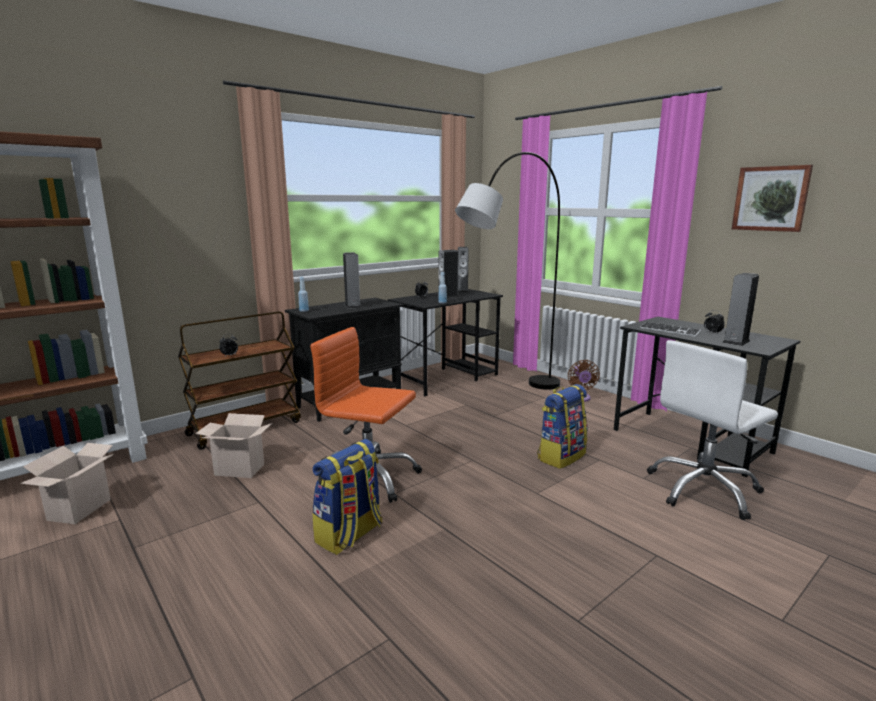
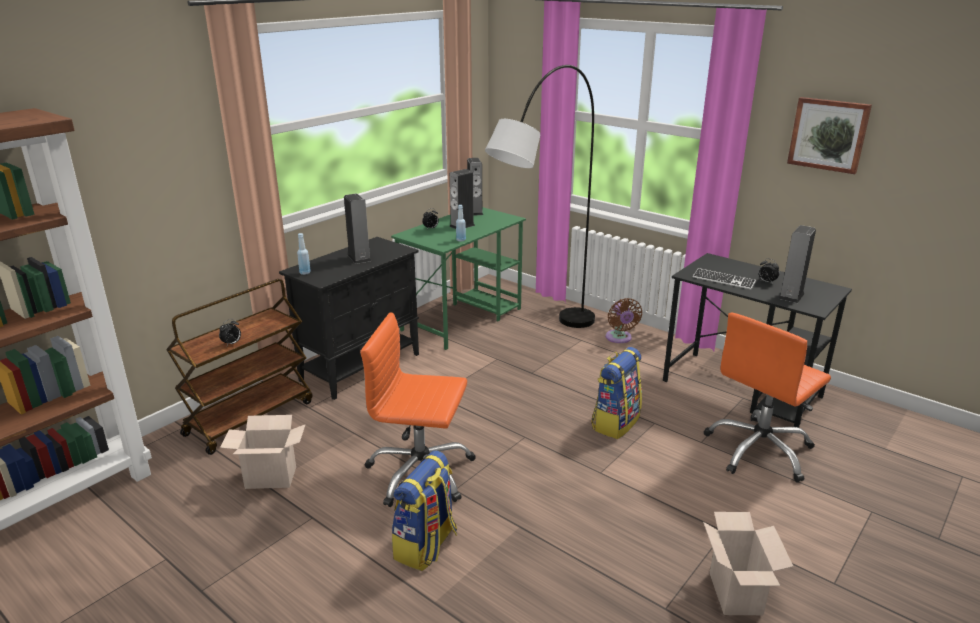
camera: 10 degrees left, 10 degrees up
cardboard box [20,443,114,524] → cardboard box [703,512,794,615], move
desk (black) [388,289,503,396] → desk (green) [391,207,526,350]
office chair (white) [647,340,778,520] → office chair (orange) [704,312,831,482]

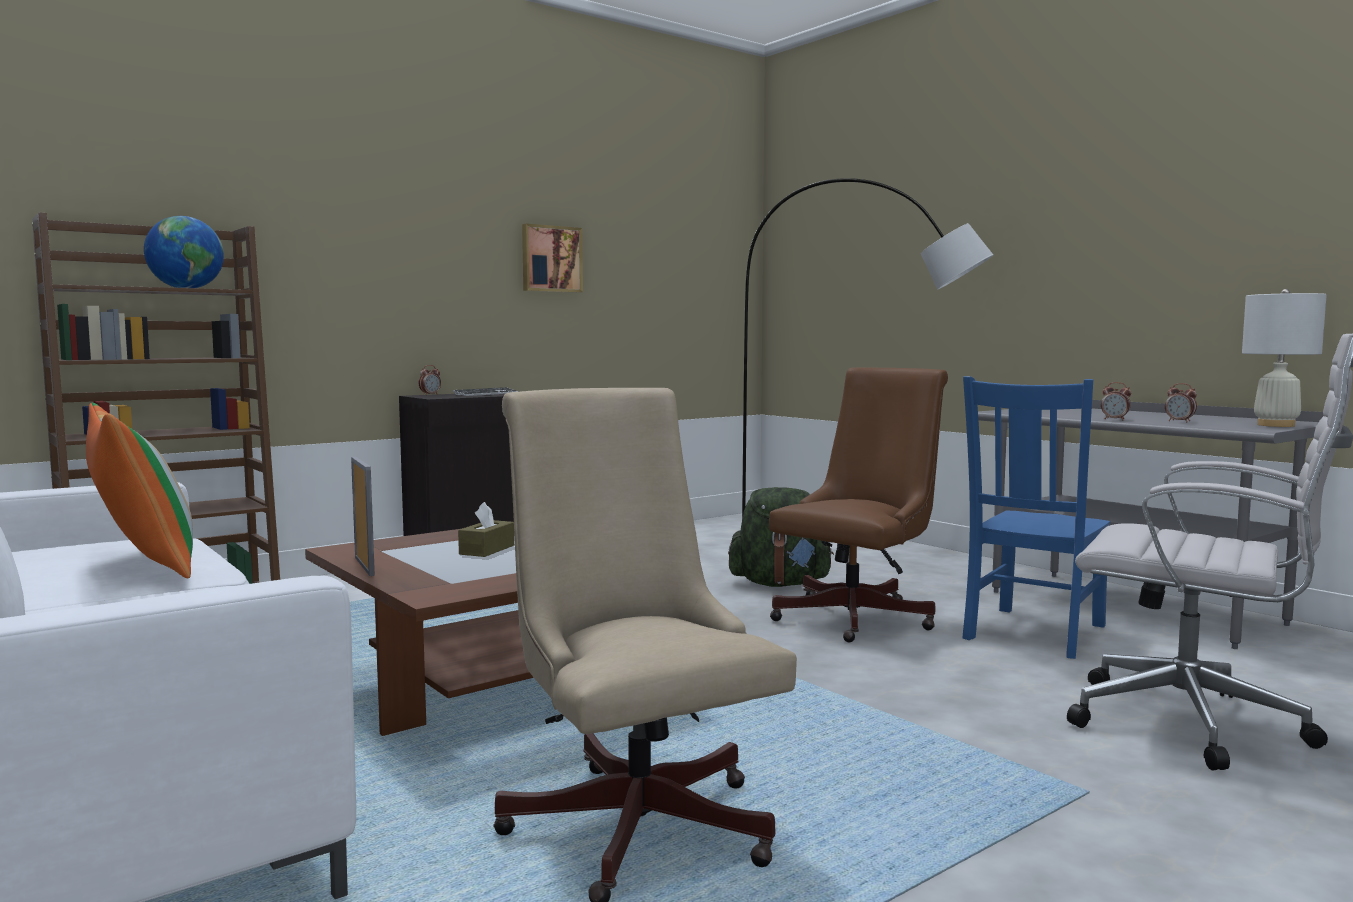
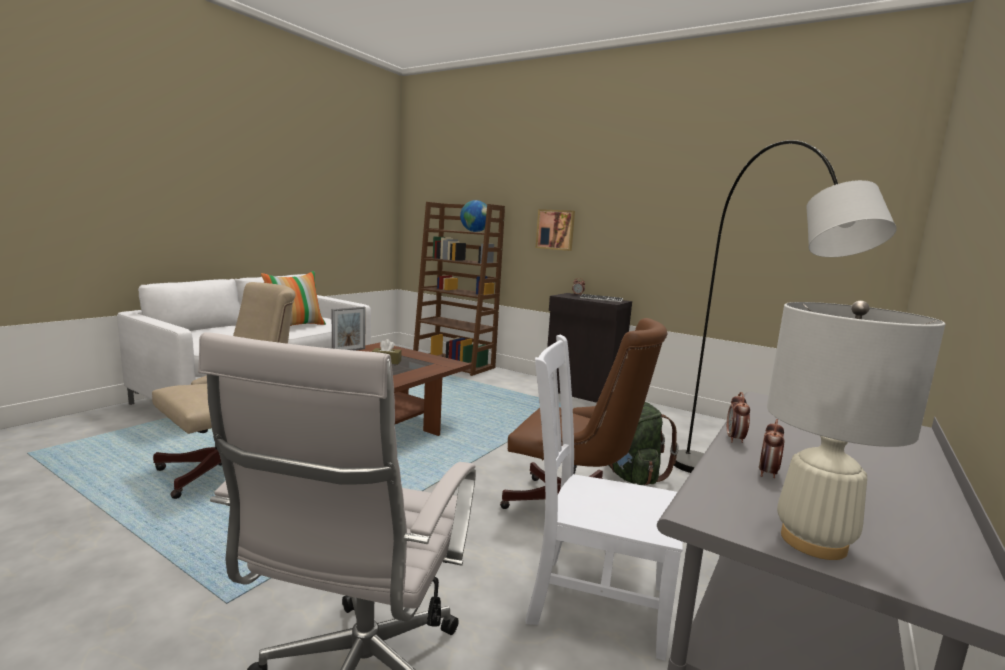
camera: 70 degrees right, 5 degrees up
picture [522,223,583,293] → picture [536,209,575,251], move
chair (blue) [962,376,1110,659] → chair (white) [526,335,683,661]

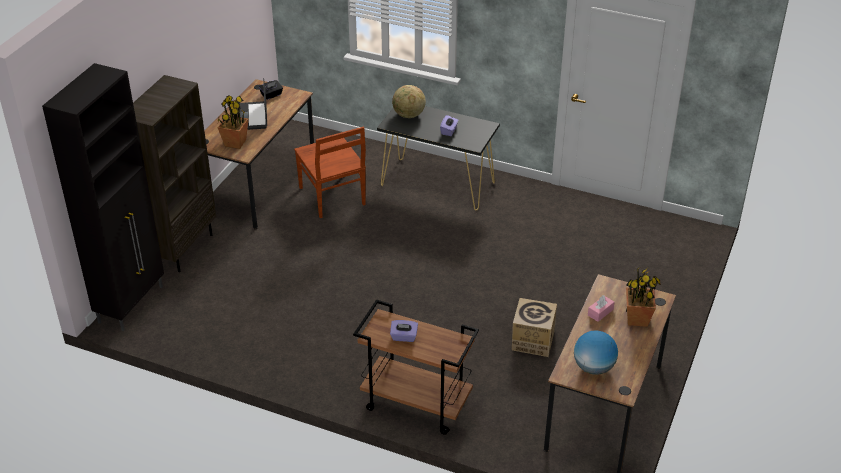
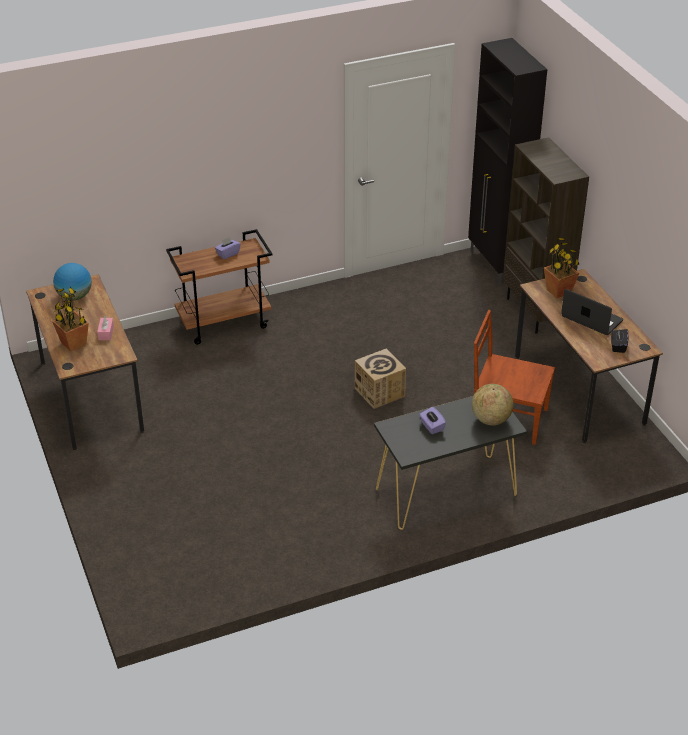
camera: 135 degrees right, 0 degrees up
cardboard box [512,298,557,357] → cardboard box [355,349,406,409], move

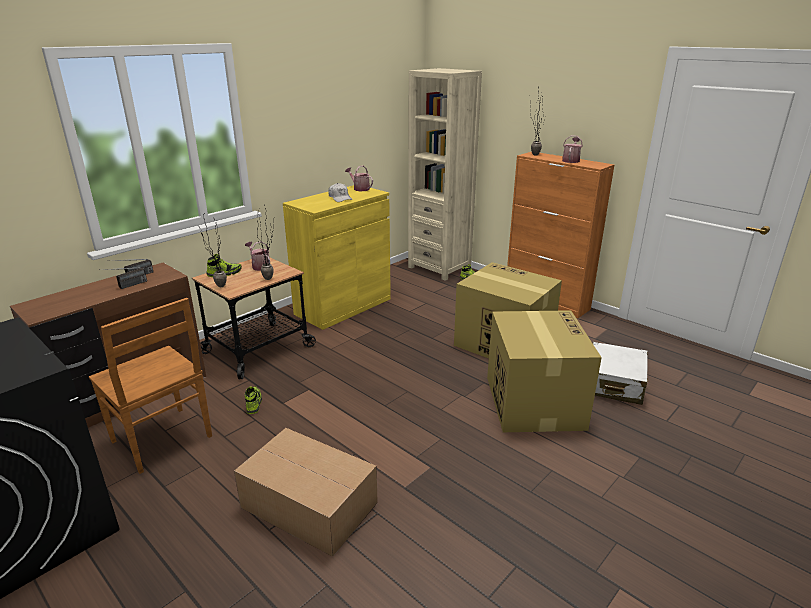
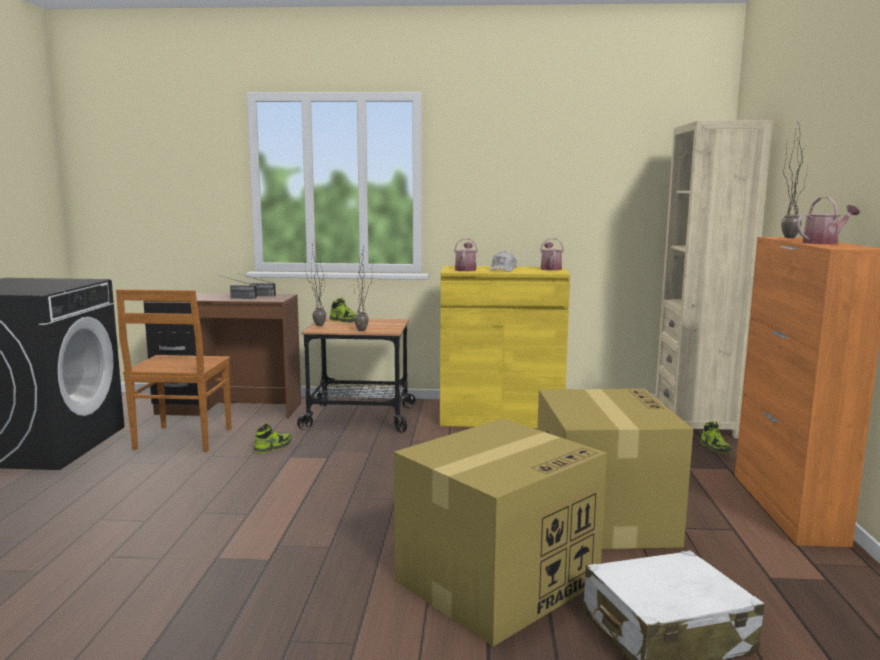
camera: 50 degrees right, 15 degrees down
cardboard box [234,428,378,557] → -
watering can [245,241,270,271] → watering can [454,239,478,271], move

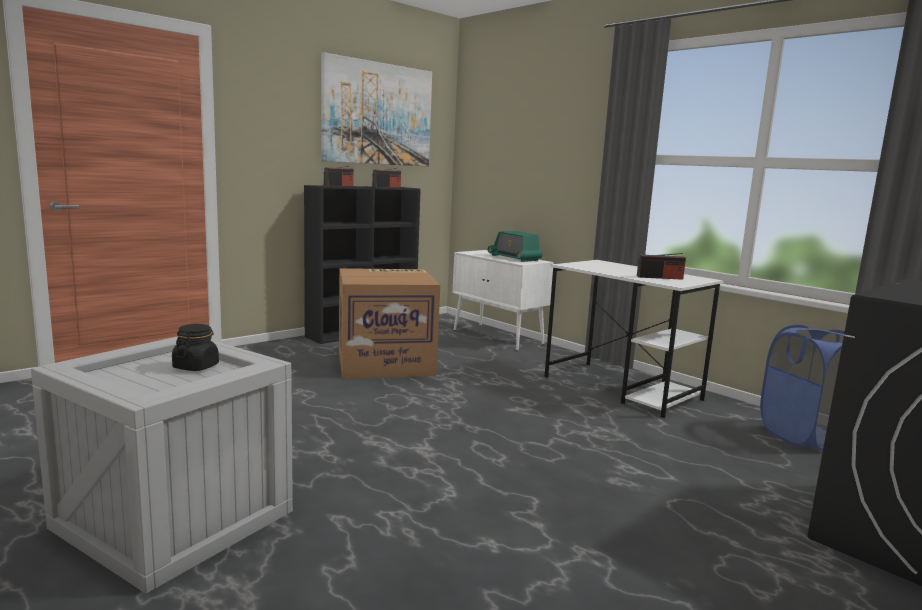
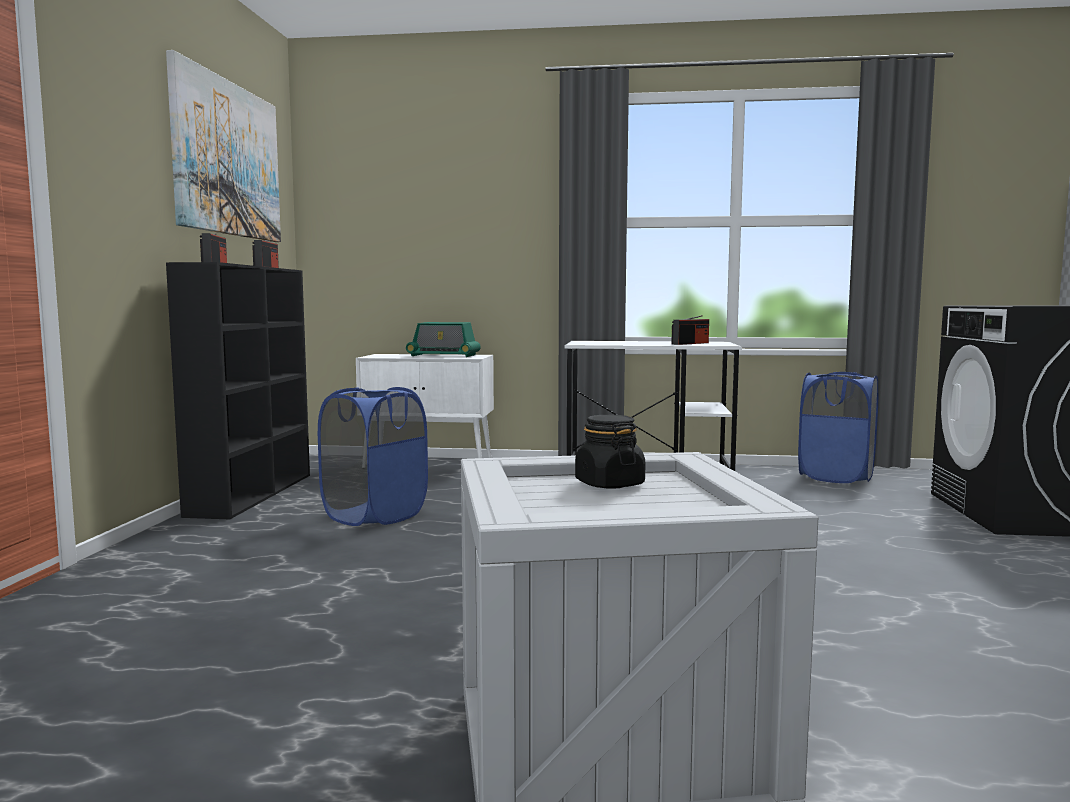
camera: 40 degrees left, 5 degrees down
cardboard box [339,268,440,379] → laundry basket (blue) [318,387,428,526]

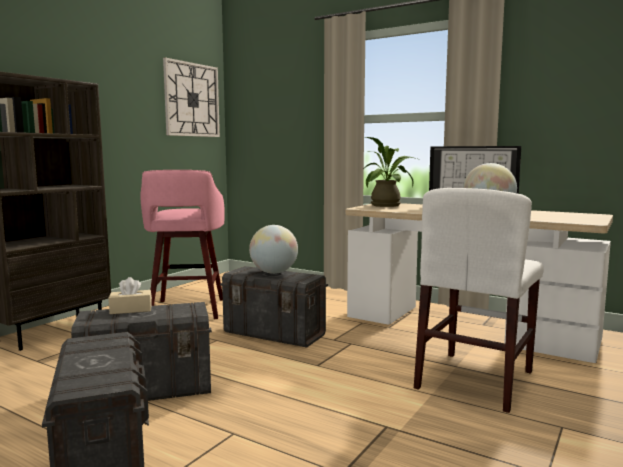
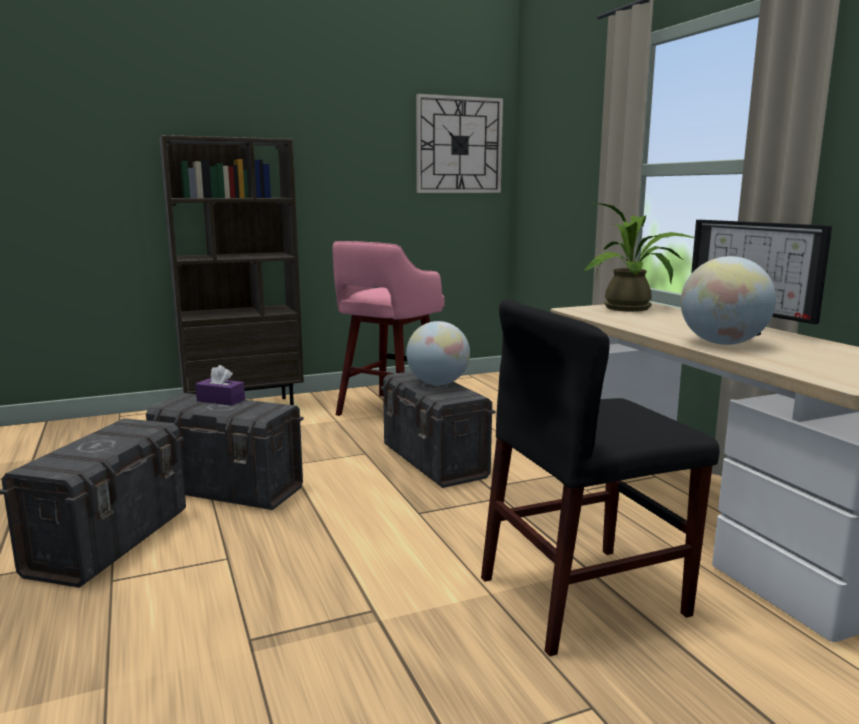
camera: 35 degrees right, 5 degrees up
tissue box (beige) [109,277,152,314] → tissue box (purple) [195,365,245,406]
chair (white) [414,188,544,413] → chair (black) [481,299,719,657]

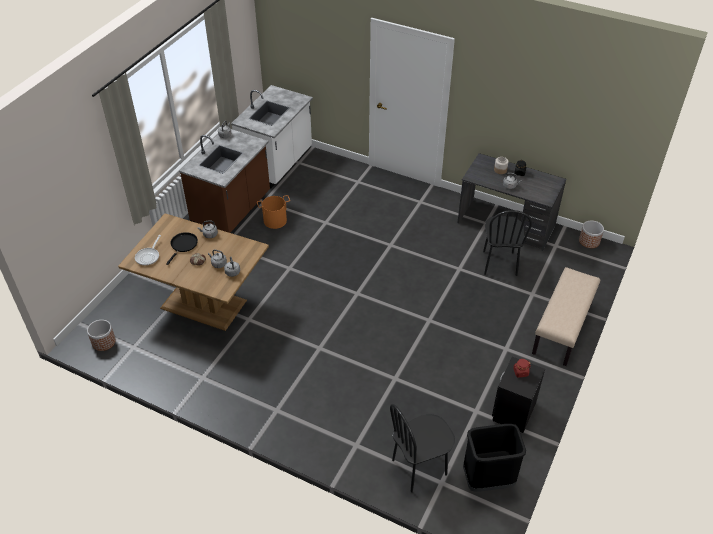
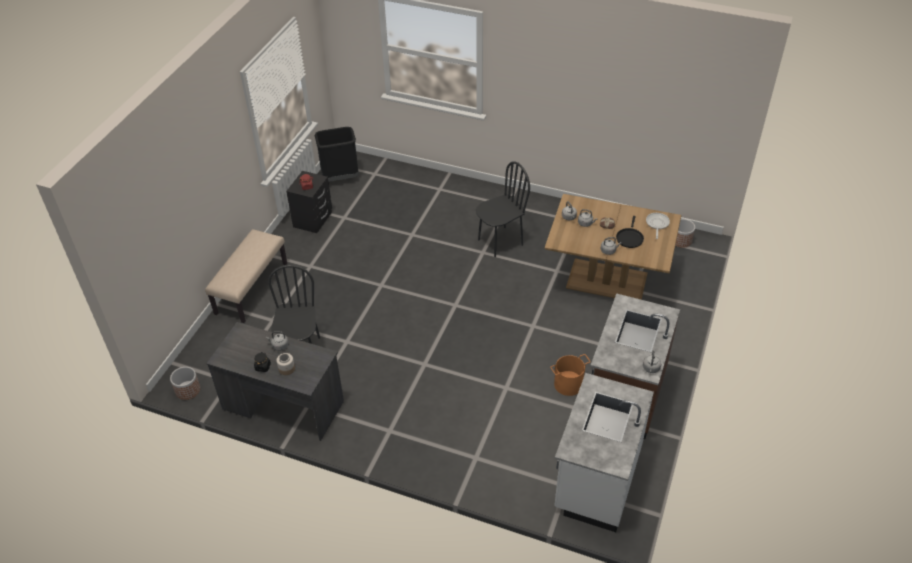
camera: 175 degrees right, 0 degrees up
chair (black) [390,404,455,493] → chair (black) [476,161,530,257], move

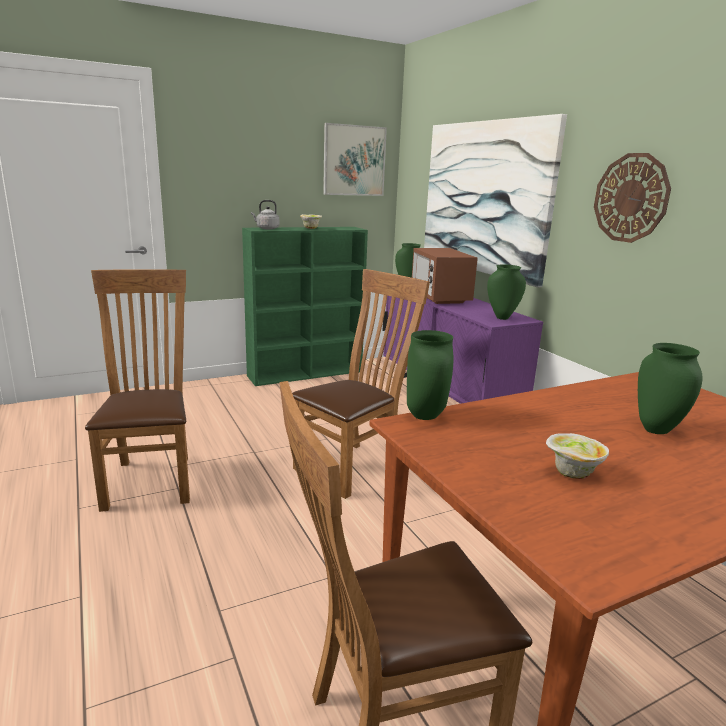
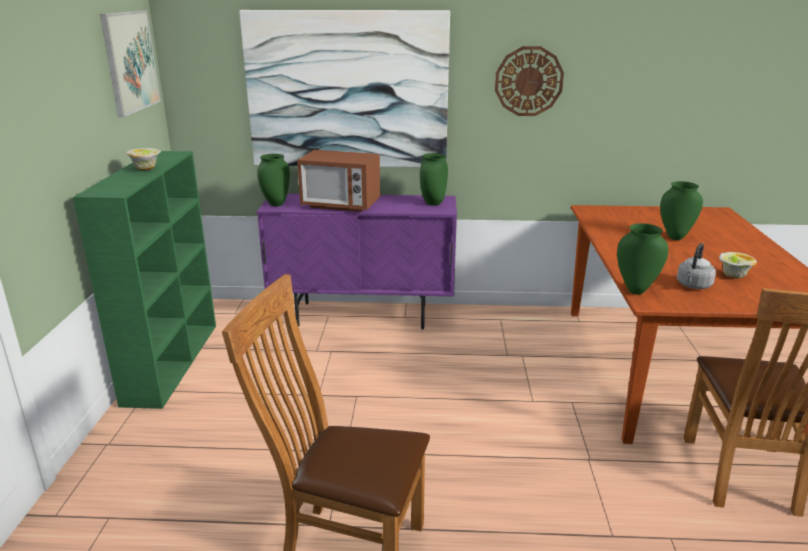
camera: 60 degrees left, 5 degrees up
chair (brown) [292,269,430,499] → -
kettle (grey) [251,200,279,229] → kettle (grey) [677,243,716,289], move

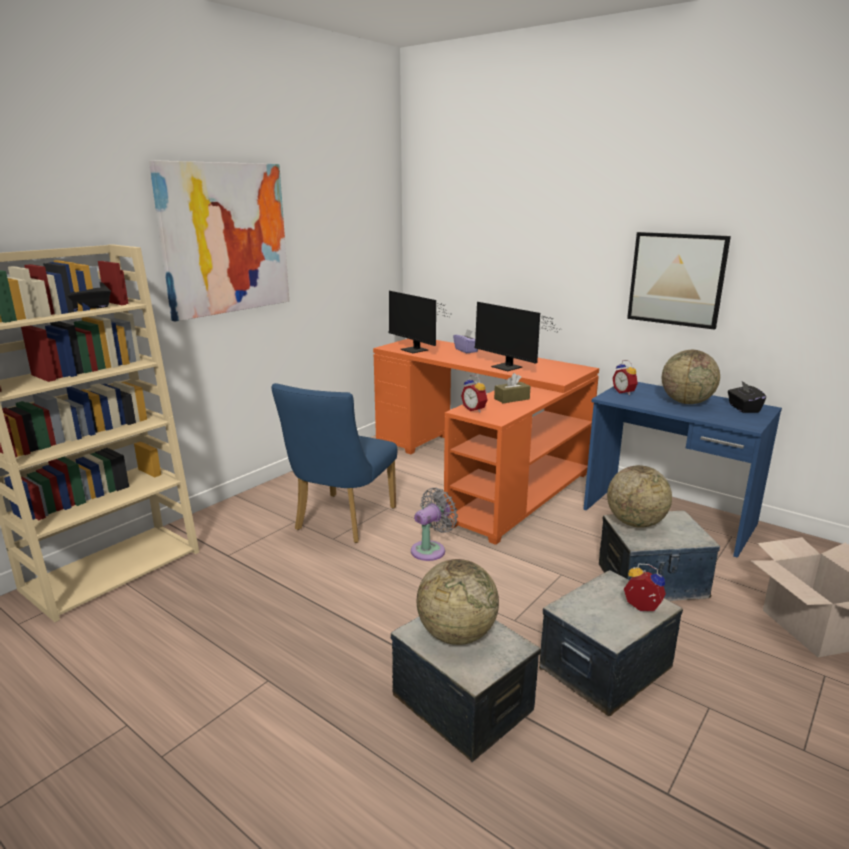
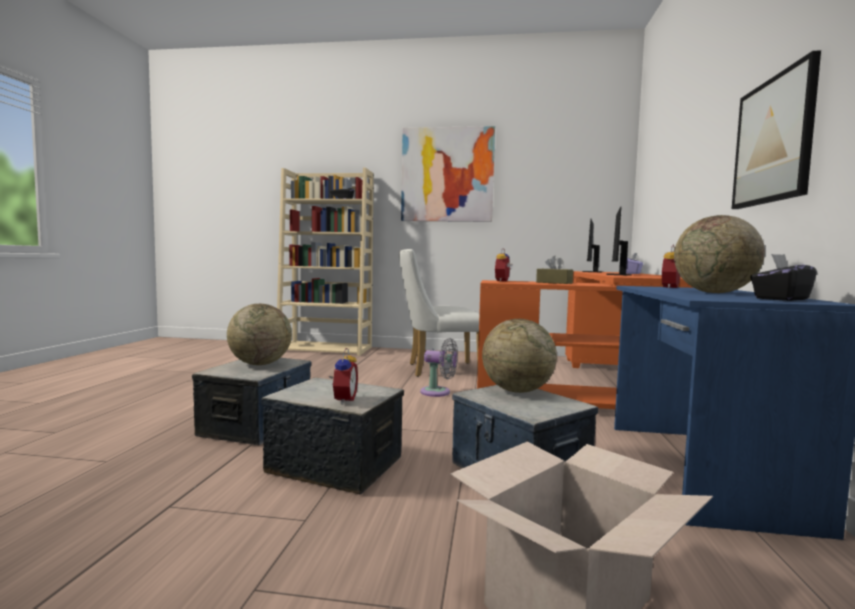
camera: 60 degrees right, 15 degrees down
chair (blue) [271,383,397,543] → chair (white) [399,249,479,377]

